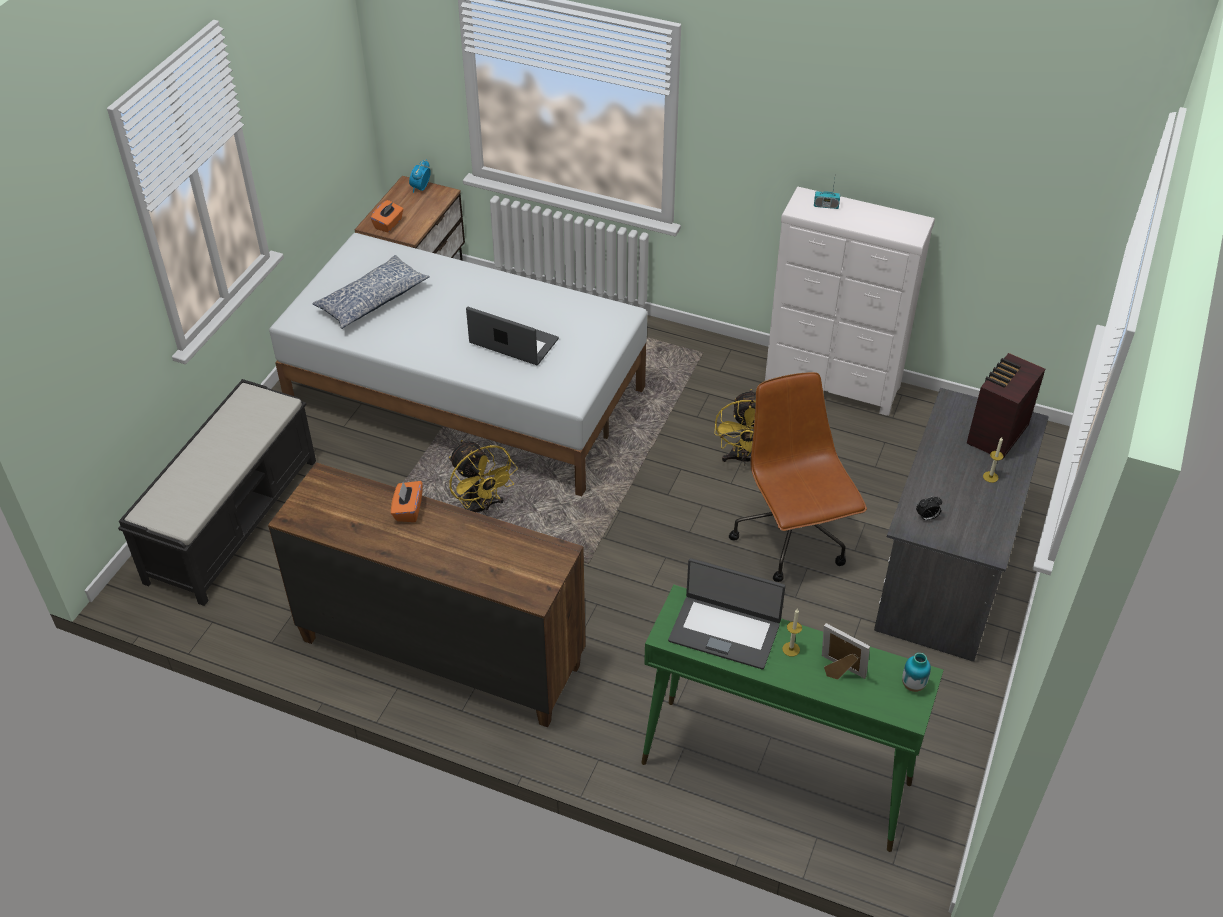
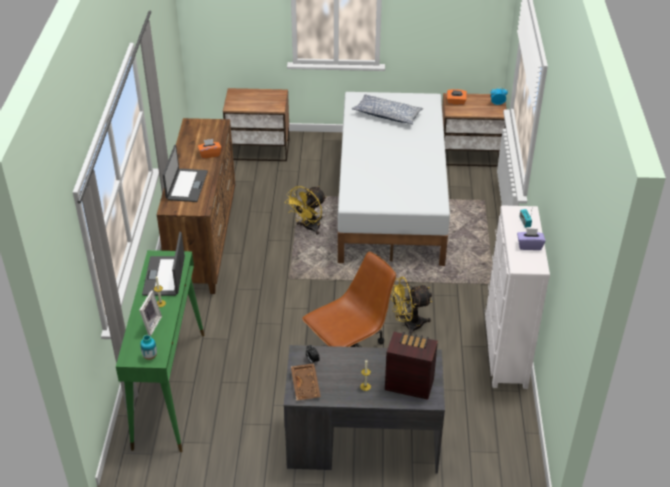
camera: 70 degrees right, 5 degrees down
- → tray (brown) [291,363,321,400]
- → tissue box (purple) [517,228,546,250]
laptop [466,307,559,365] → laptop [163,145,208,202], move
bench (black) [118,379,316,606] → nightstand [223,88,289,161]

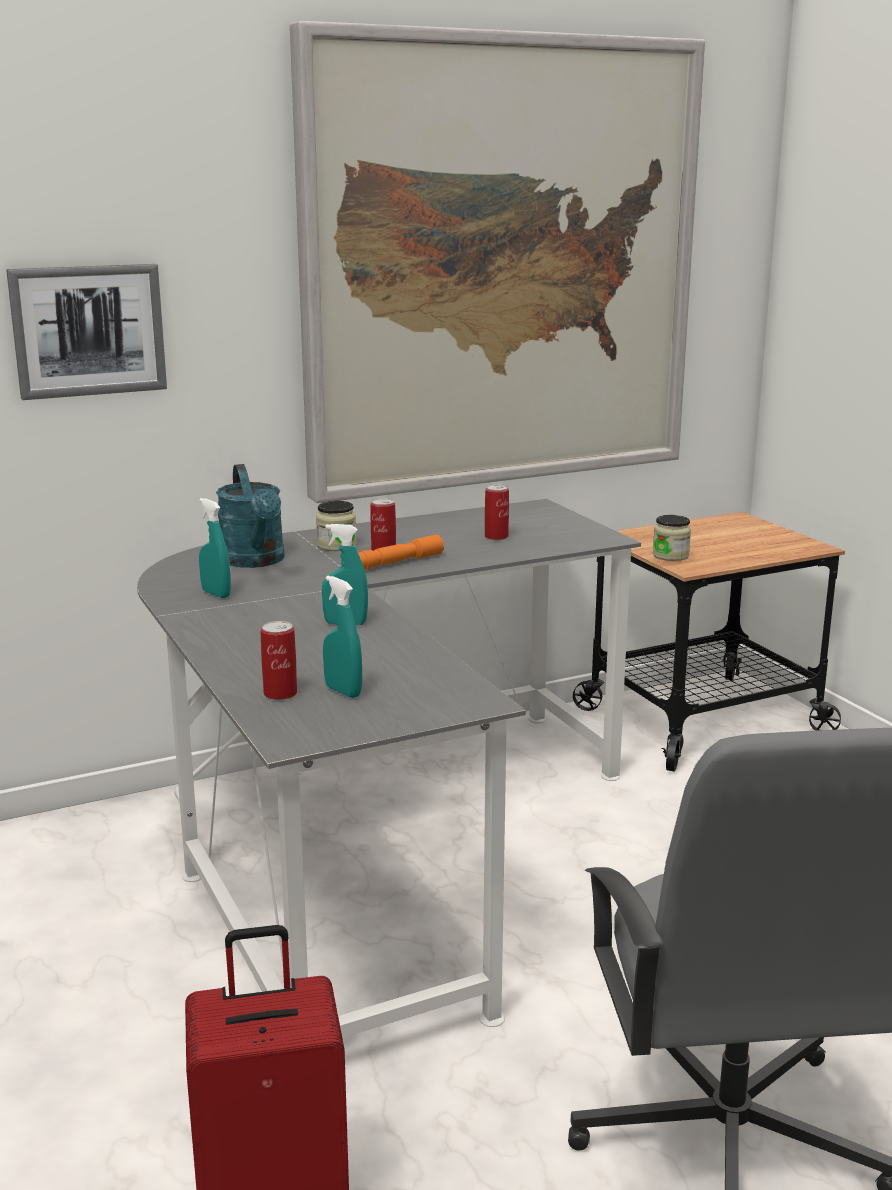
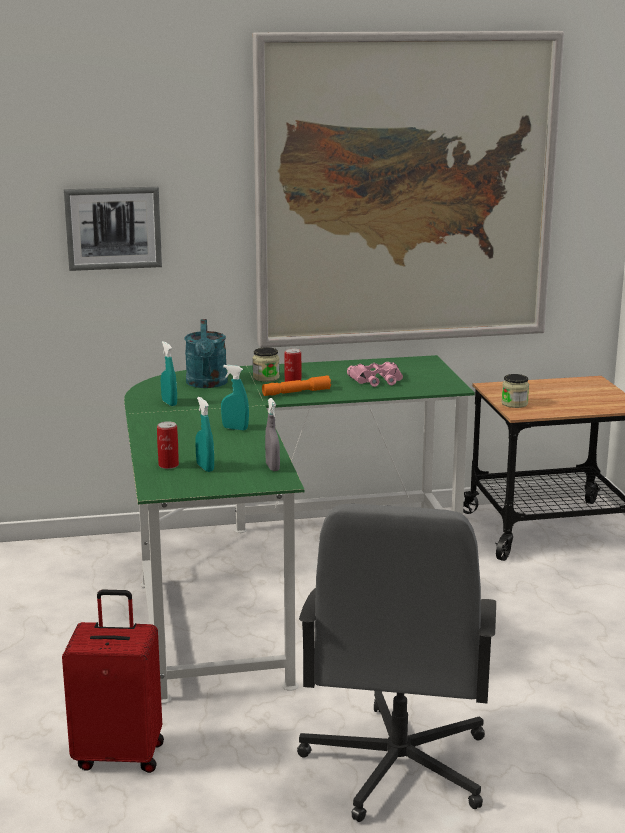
camera: 15 degrees right, 0 degrees up
- → spray bottle (grey) [265,398,280,471]
can [485,485,509,540] → binoculars (pink) [347,362,403,387]
desk (grey) [137,499,641,1038] → desk (green) [124,355,475,704]

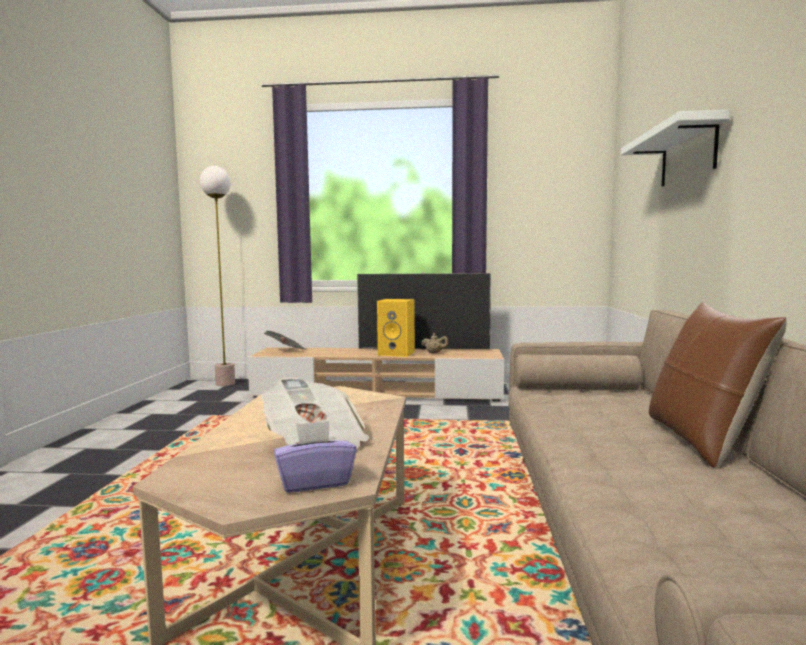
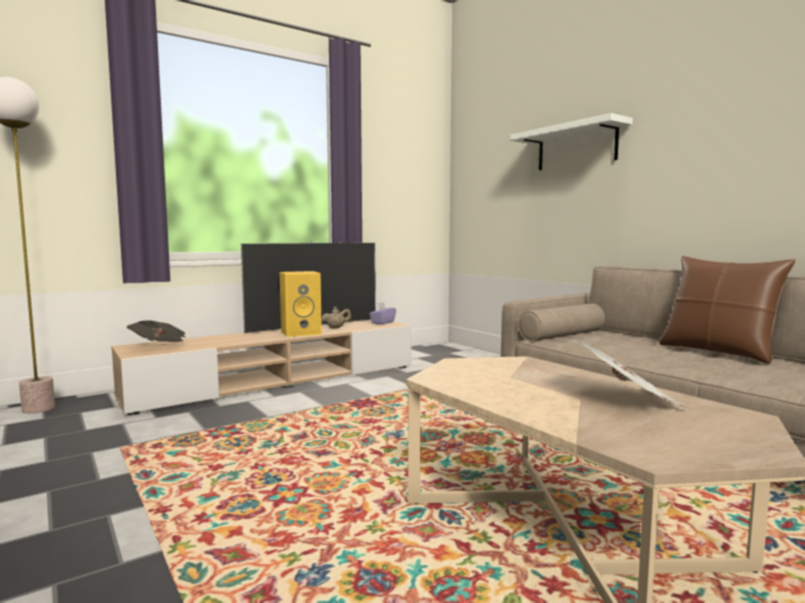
camera: 40 degrees left, 0 degrees up
tissue box (purple) [274,421,357,493] → tissue box (purple) [369,302,396,324], move

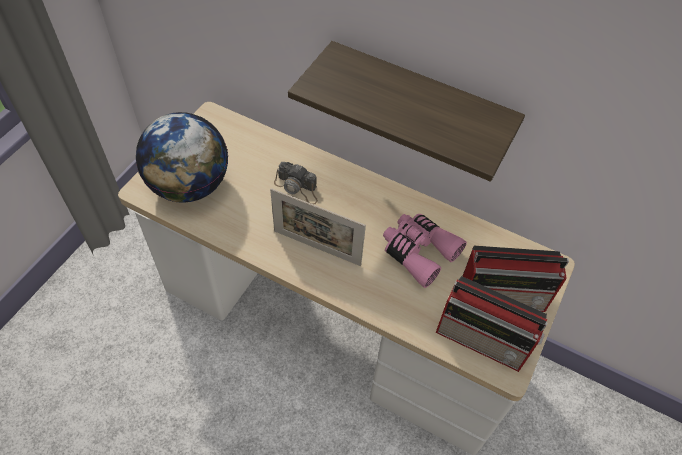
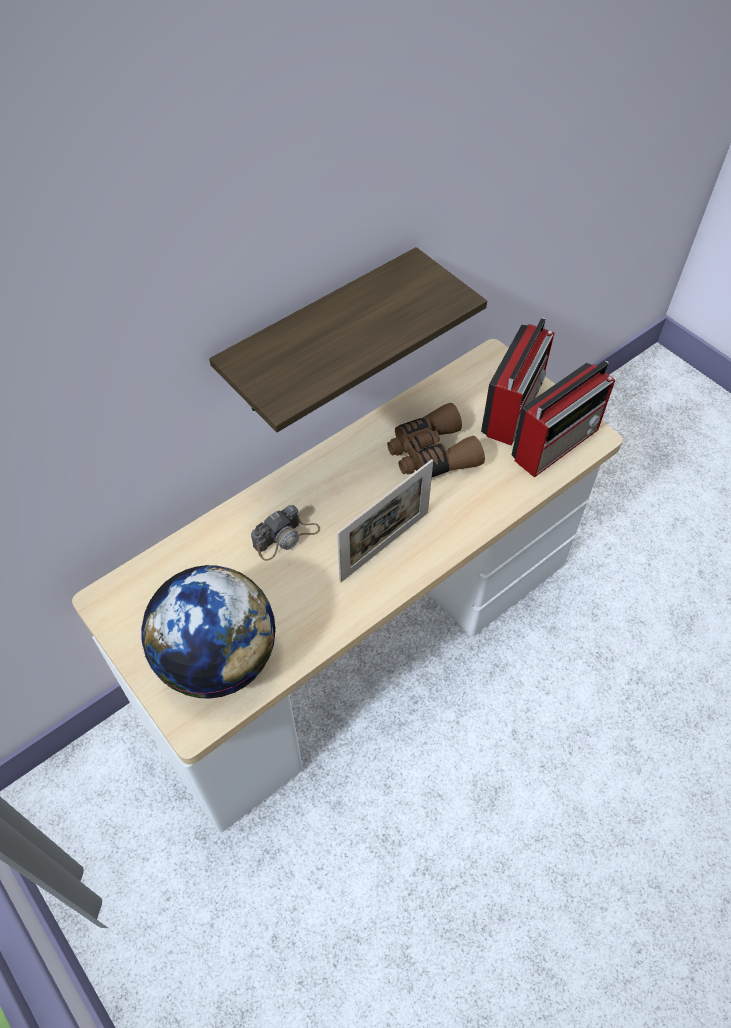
camera: 65 degrees left, 0 degrees up
binoculars (pink) [383,214,467,288] → binoculars (brown) [387,403,485,477]

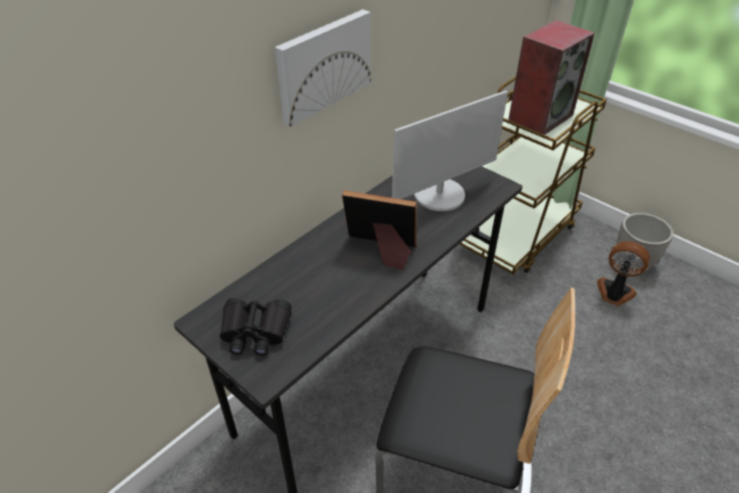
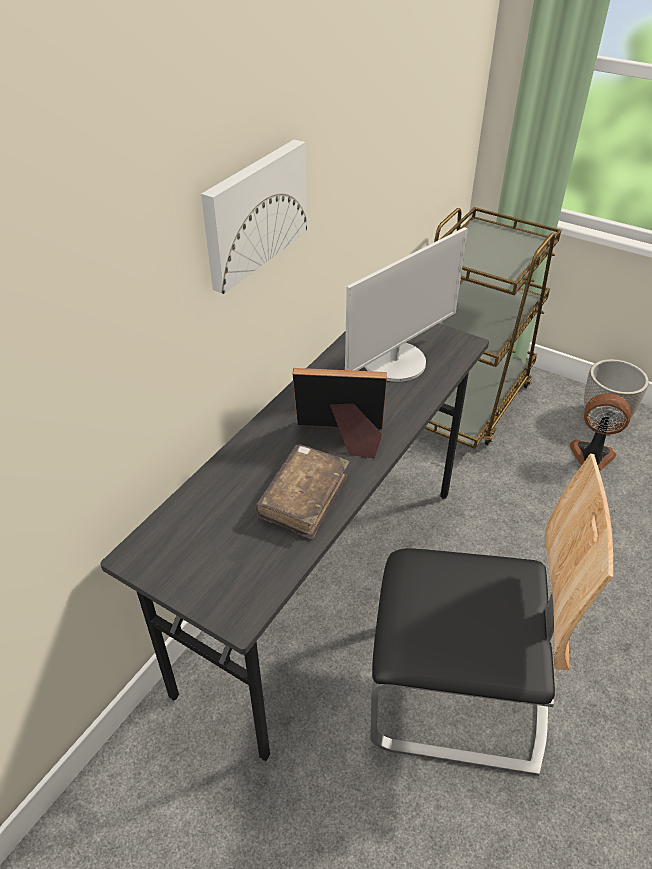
camera: 10 degrees left, 0 degrees up
binoculars (black) [220,298,291,356] → -
speaker [508,20,595,135] → -
- → book (brown) [255,444,349,539]

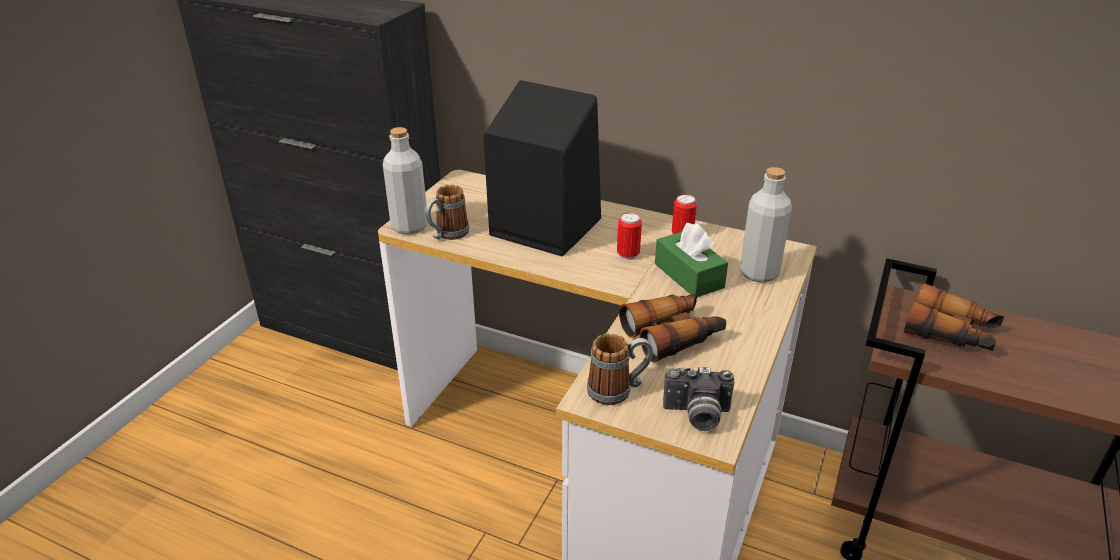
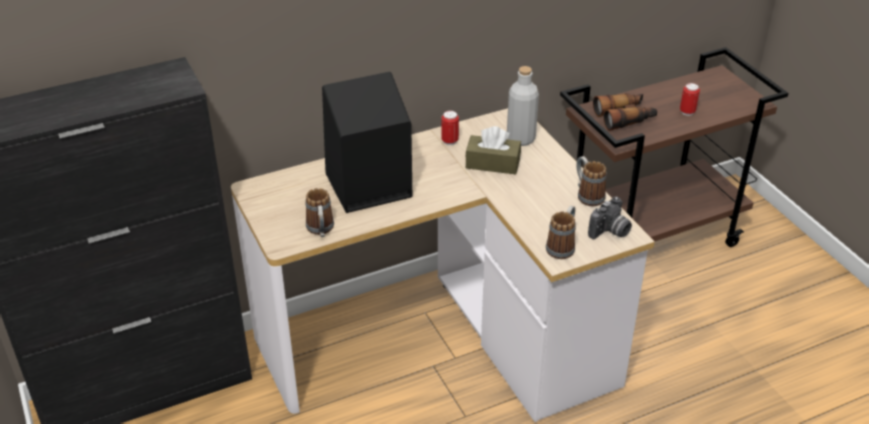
camera: 50 degrees left, 5 degrees up
bottle (grey) [383,127,428,235] → -
binoculars [619,293,726,363] → -
- → mug [576,156,607,206]
can [617,213,642,260] → can [680,83,700,116], move
tissue box (green) [655,223,728,297] → tissue box (brown) [466,126,521,174]

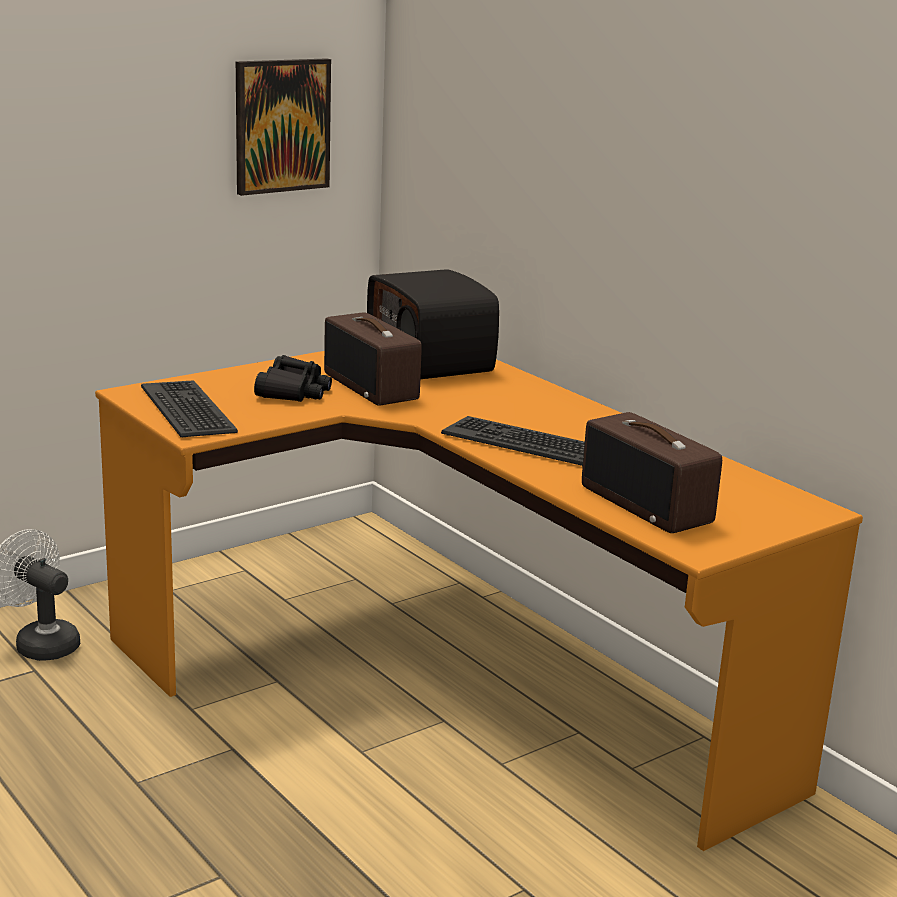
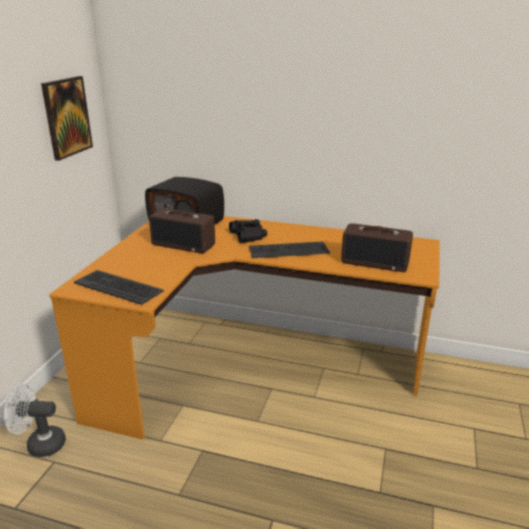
camera: 35 degrees left, 5 degrees up
binoculars (black) [254,355,332,402] → binoculars (black) [229,219,267,243], move

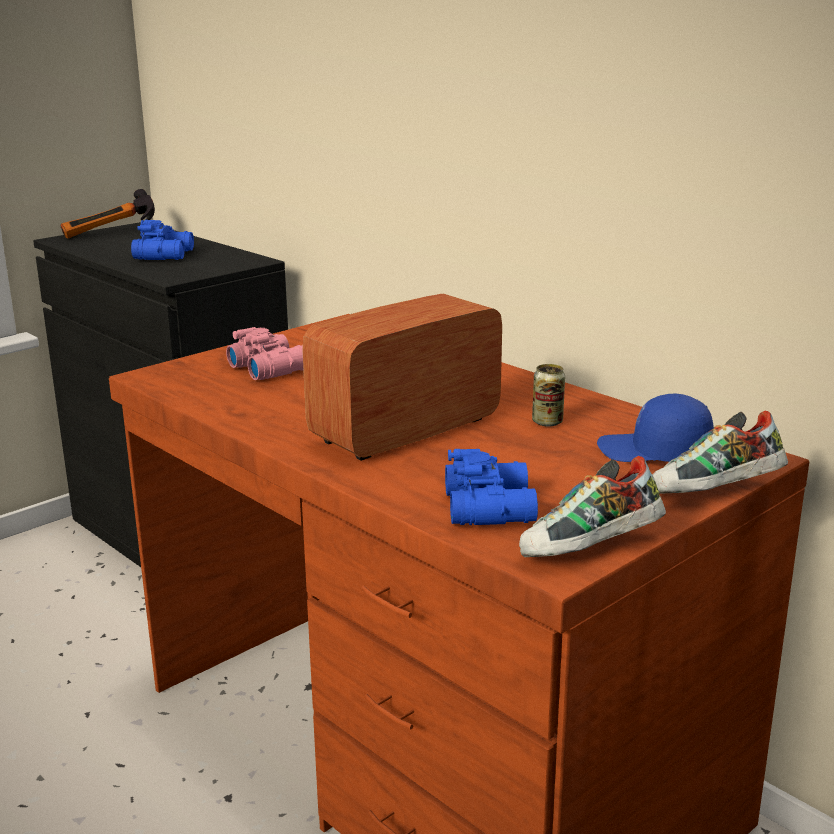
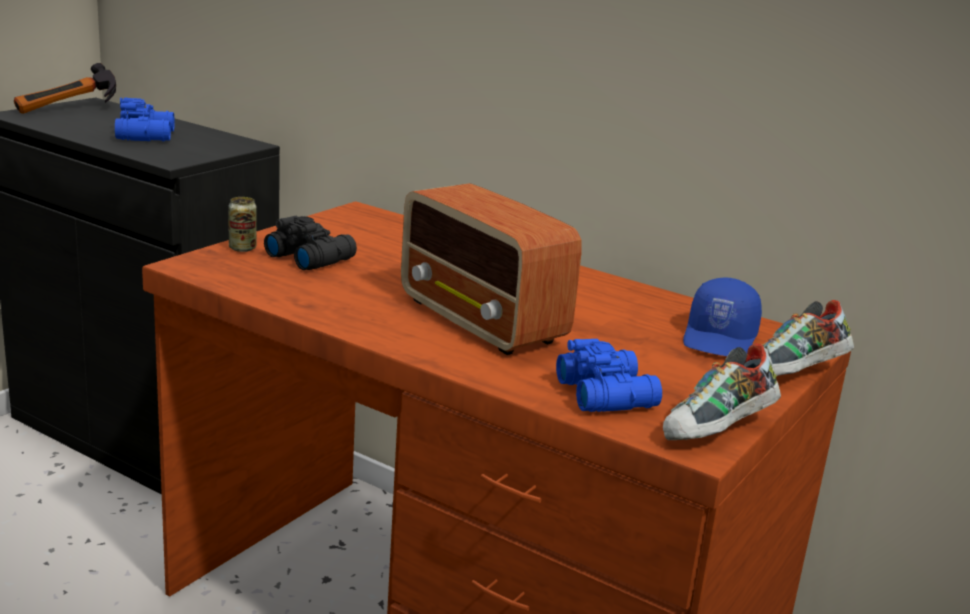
camera: 15 degrees left, 0 degrees up
can [532,364,565,427] → can [228,197,257,252], move
binoculars (pink) [226,327,303,380] → binoculars (black) [264,216,357,270]
radio [302,294,502,461] → radio [401,183,582,355], 75 degrees counterclockwise
cap (blue) [597,394,714,462] → cap (blue) [683,278,762,356], 75 degrees counterclockwise

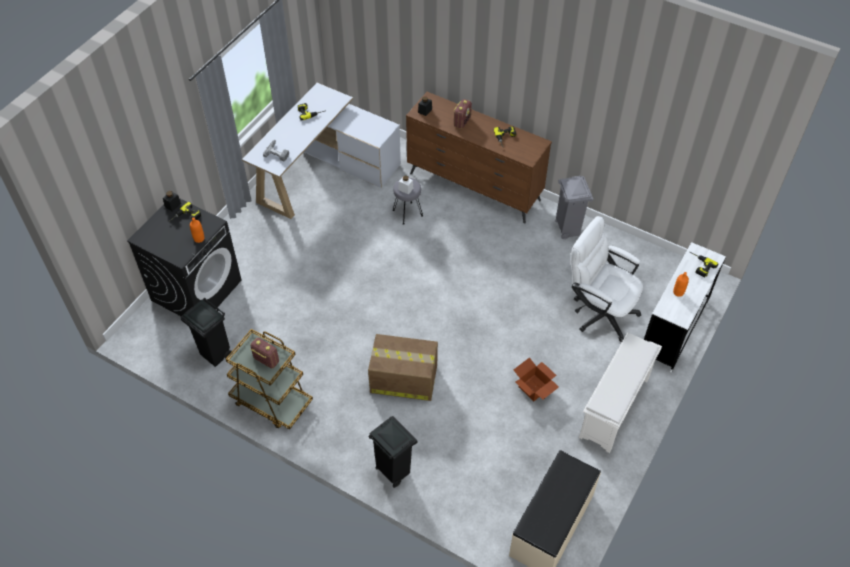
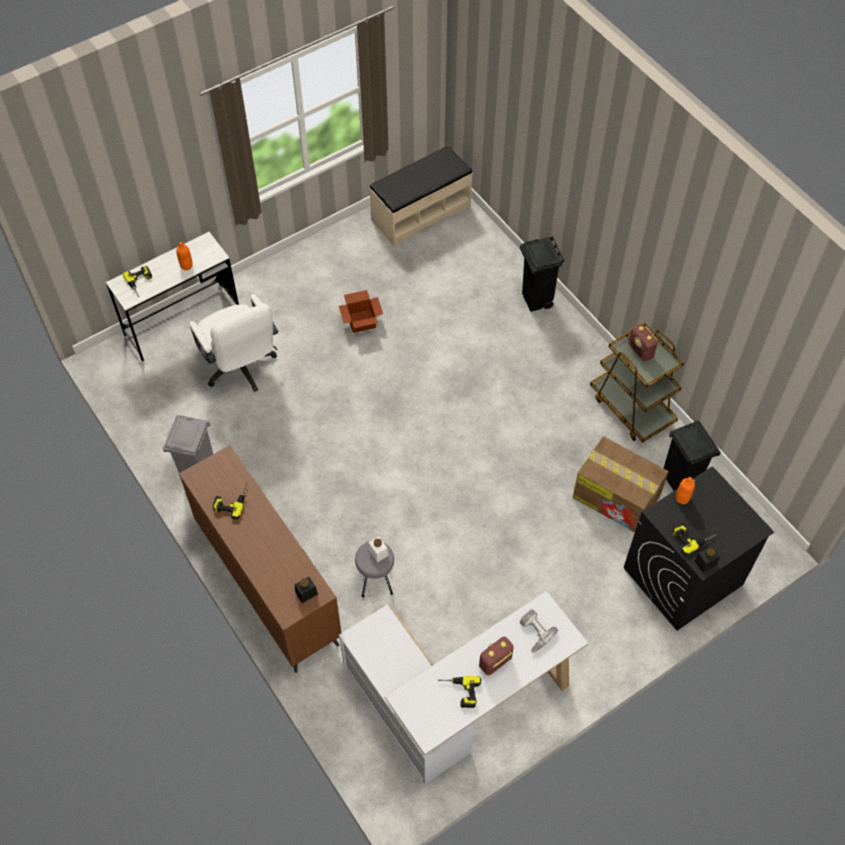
camera: 155 degrees left, 5 degrees up
shoe rack (white) [579,332,662,453] → -
cardboard box [368,334,438,401] → cardboard box [573,436,669,532], move
radio [454,99,472,129] → radio [479,637,514,675], move

